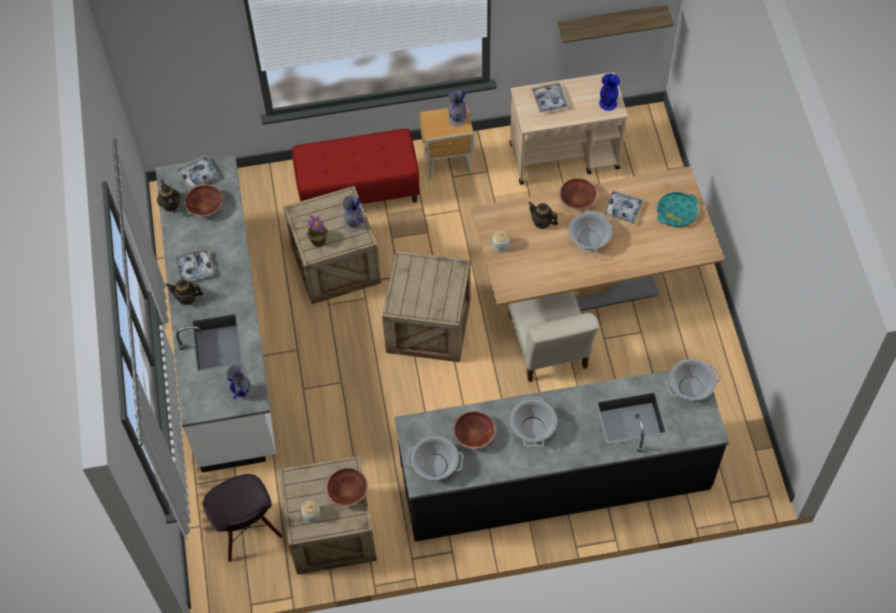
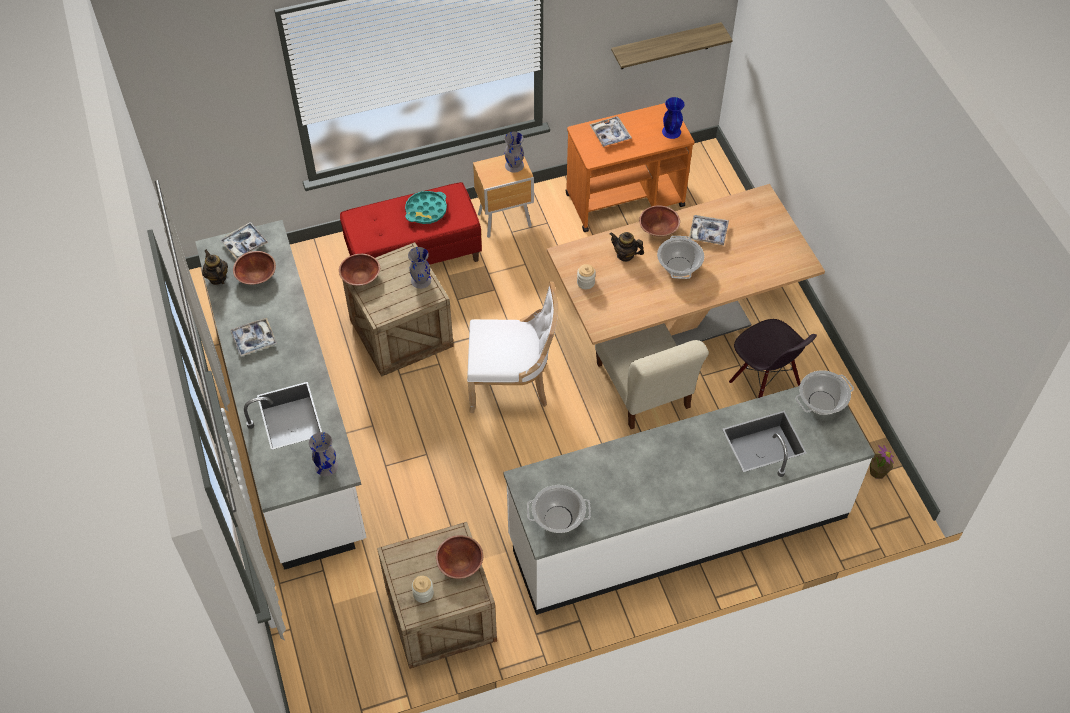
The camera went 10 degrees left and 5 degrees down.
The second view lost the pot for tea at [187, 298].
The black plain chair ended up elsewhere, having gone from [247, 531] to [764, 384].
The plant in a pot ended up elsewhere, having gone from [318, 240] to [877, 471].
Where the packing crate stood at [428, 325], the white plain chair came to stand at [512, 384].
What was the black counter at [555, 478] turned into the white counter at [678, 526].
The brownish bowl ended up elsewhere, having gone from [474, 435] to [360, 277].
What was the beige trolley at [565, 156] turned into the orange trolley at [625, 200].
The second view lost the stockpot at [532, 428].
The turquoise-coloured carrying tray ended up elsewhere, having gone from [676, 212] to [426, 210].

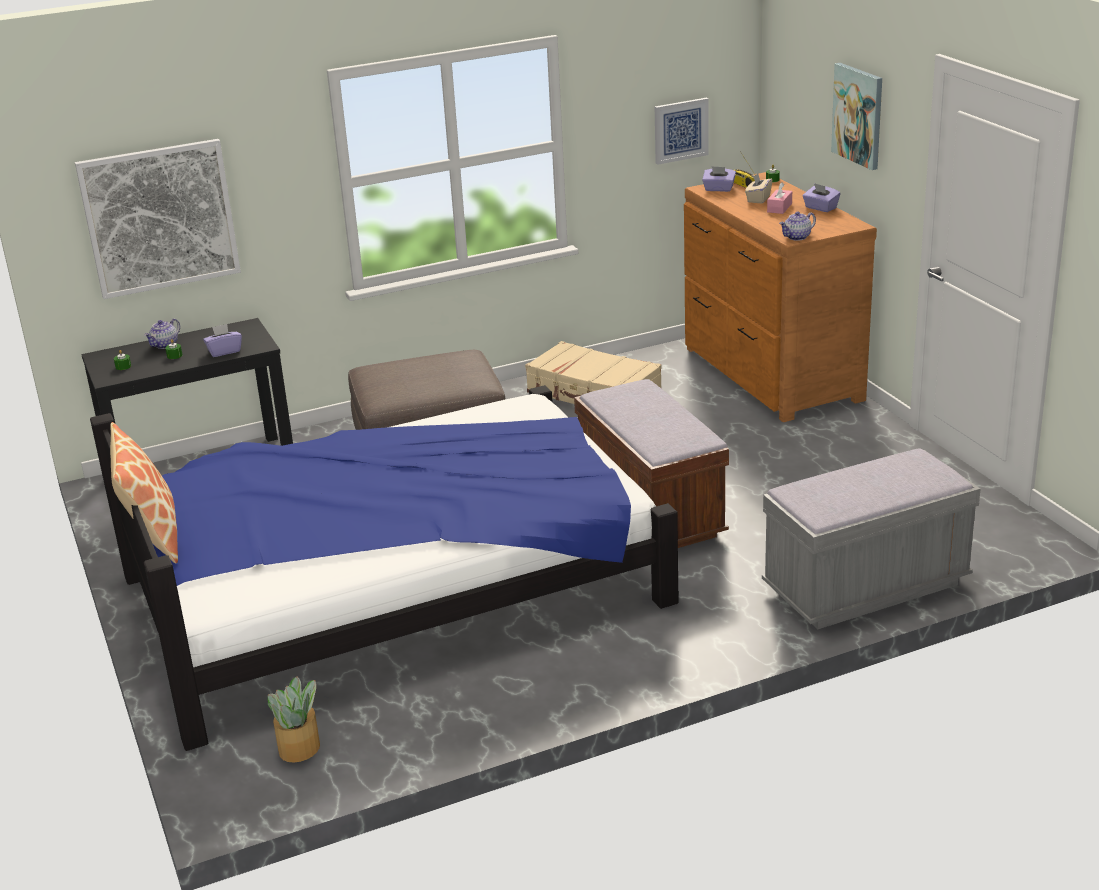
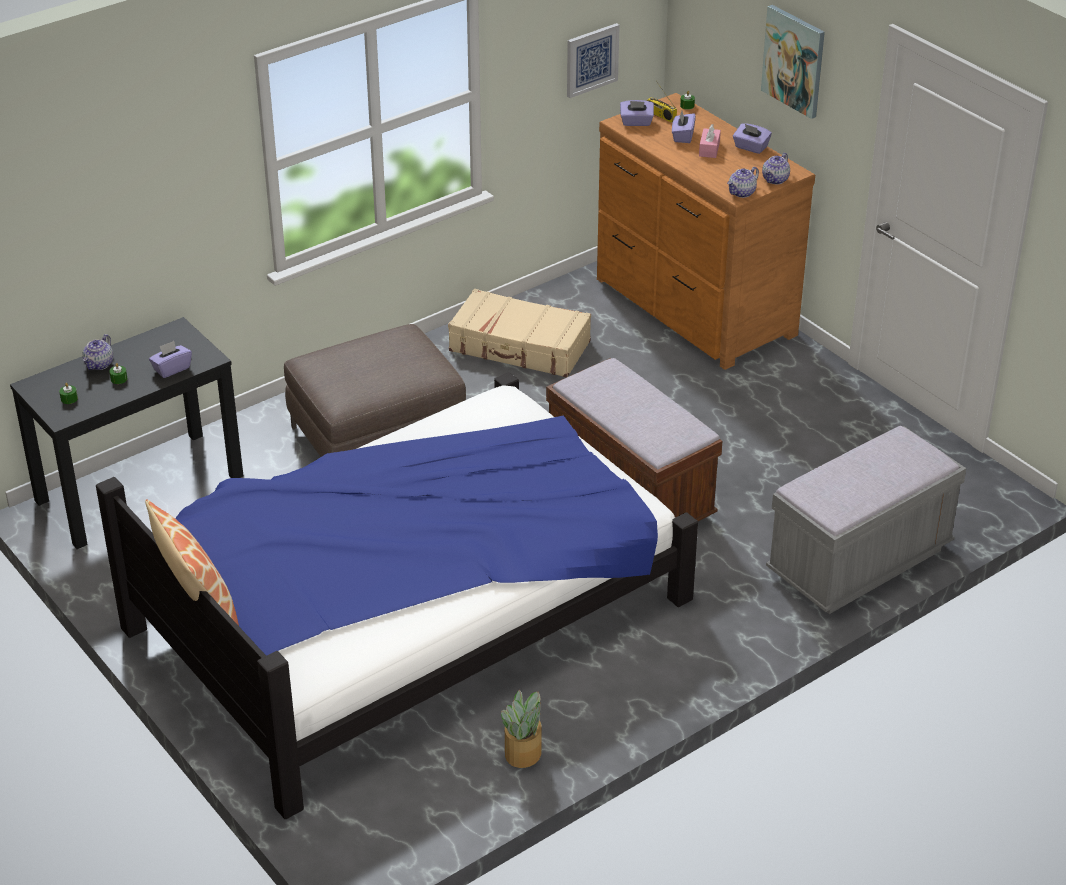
The camera went 15 degrees left and 10 degrees up.
The second view lost the wall art at [160, 218].
The plant in a pot ended up elsewhere, having gone from [300, 748] to [524, 752].
What was the beige tissue box at [758, 199] turned into the purplish tissue box at [682, 136].
The second view gained the pot for tea at [775, 180].

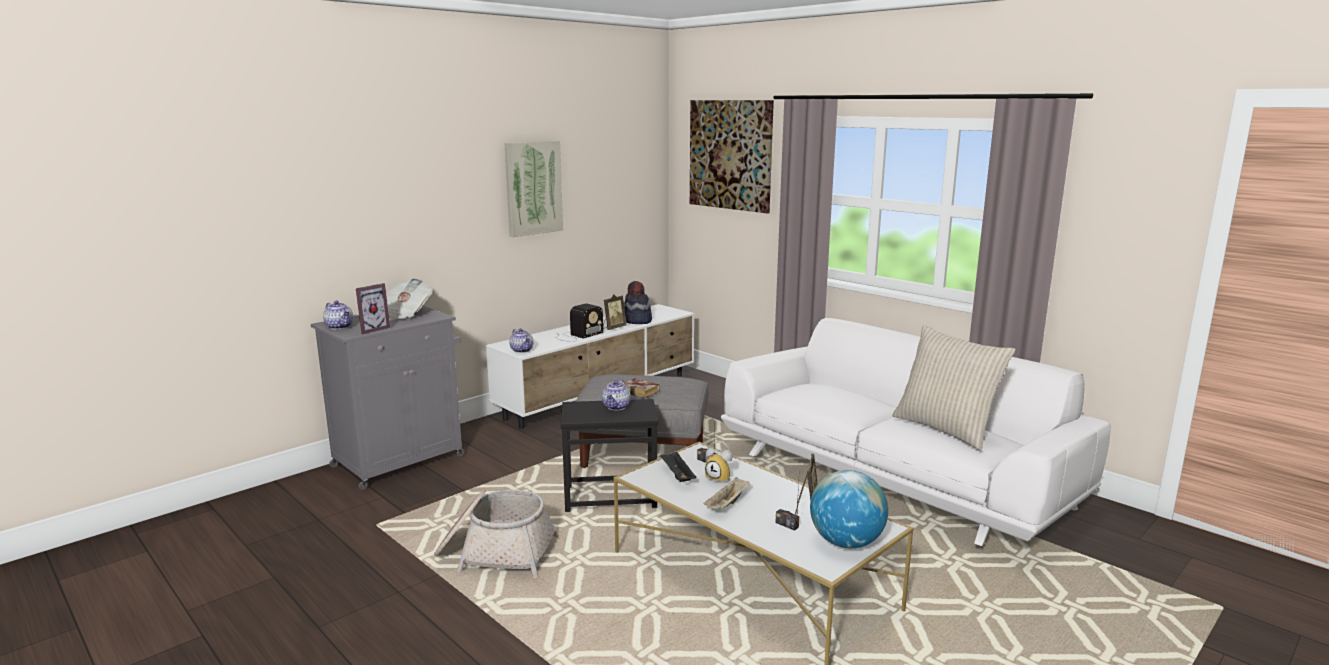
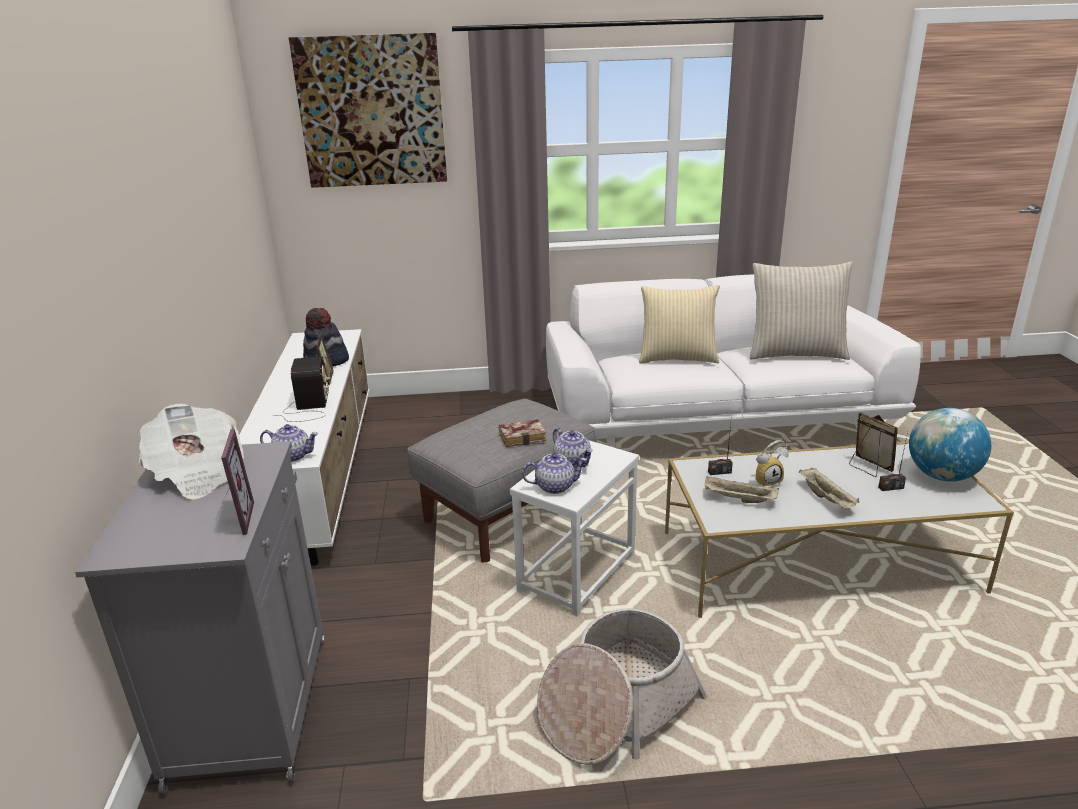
The camera went 50 degrees left and 10 degrees up.
The pot for tea ended up elsewhere, having gone from [340, 327] to [555, 486].
The second view lost the wall art at [533, 188].
What was the black side table at [610, 497] turned into the white side table at [576, 572].
What was the black carrying tray at [677, 475] turned into the beige carrying tray at [738, 499].
The second view gained the pillow at [677, 358].

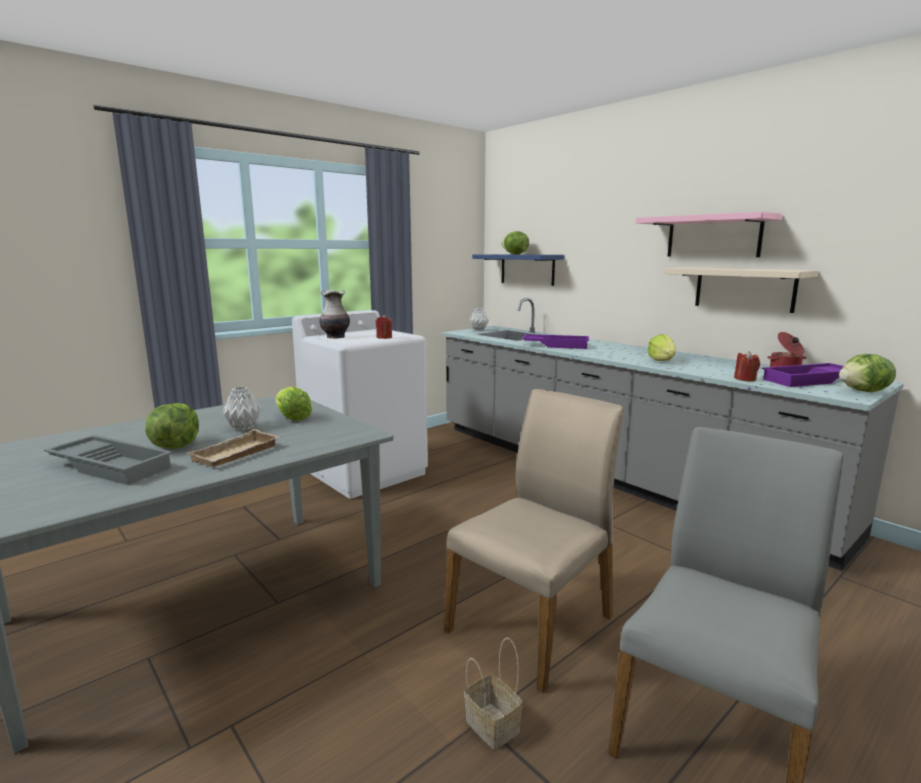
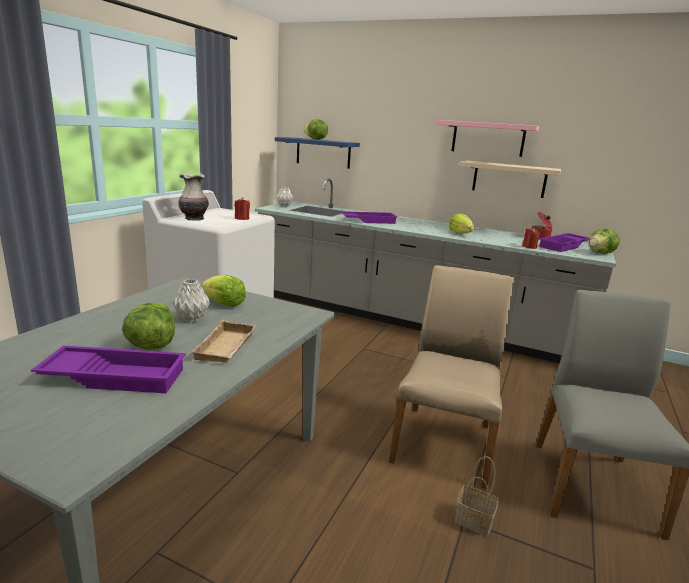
The camera went 25 degrees left and 5 degrees up.
What was the grey carrying tray at [113, 466] turned into the purplish carrying tray at [116, 376].

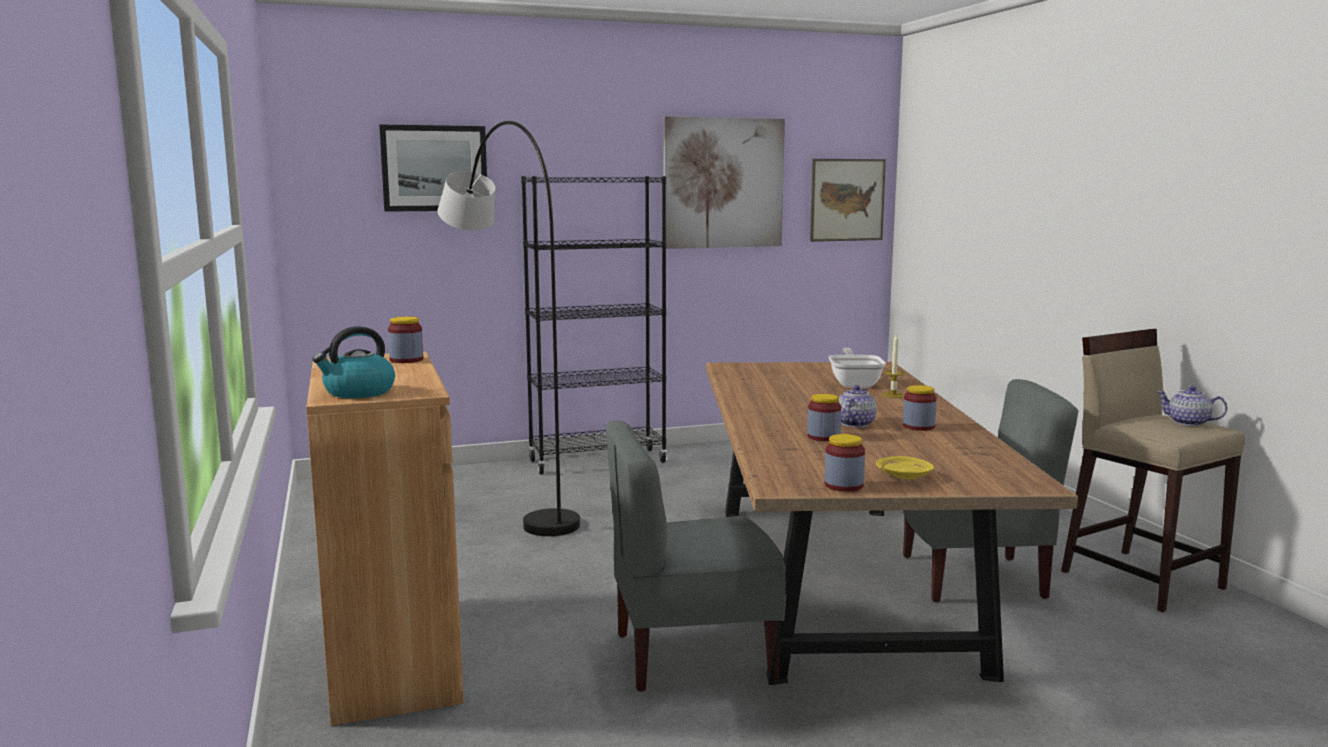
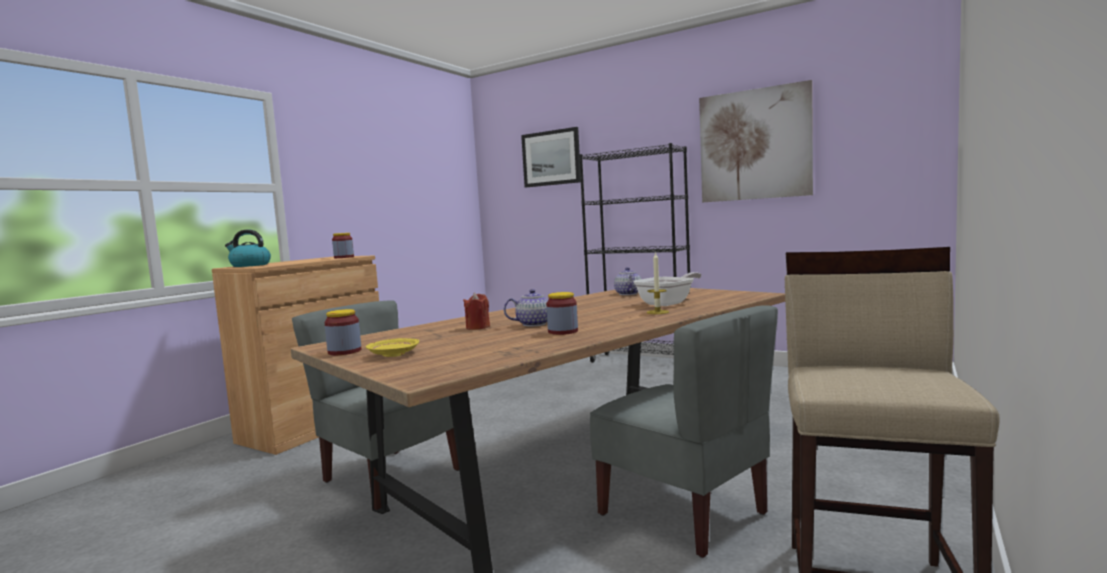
The camera went 50 degrees right and 5 degrees down.
The second view lost the grey standard lamp at [508, 496].
Where the storage jar stood at [823, 437], the reddish wax light came to stand at [478, 327].
The second view lost the wall art at [847, 200].
The pot for tea ended up elsewhere, having gone from [1189, 423] to [628, 294].

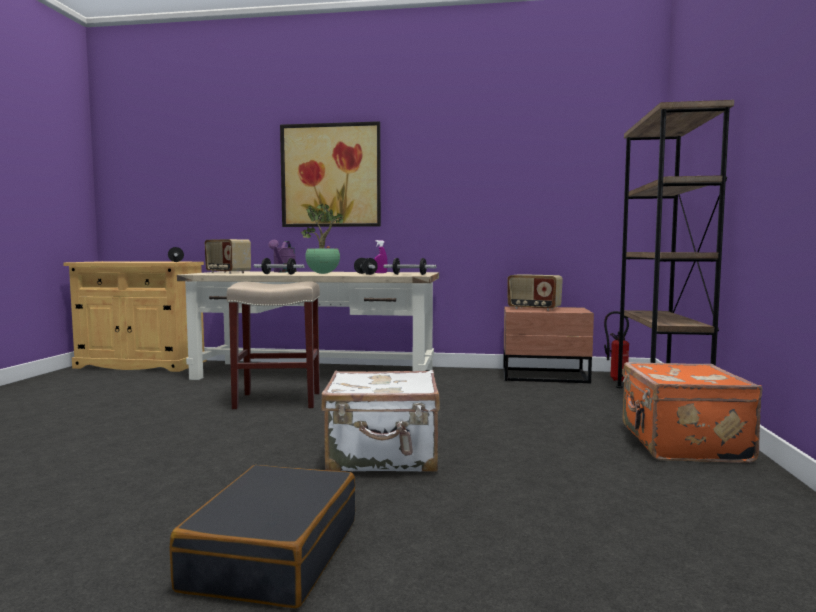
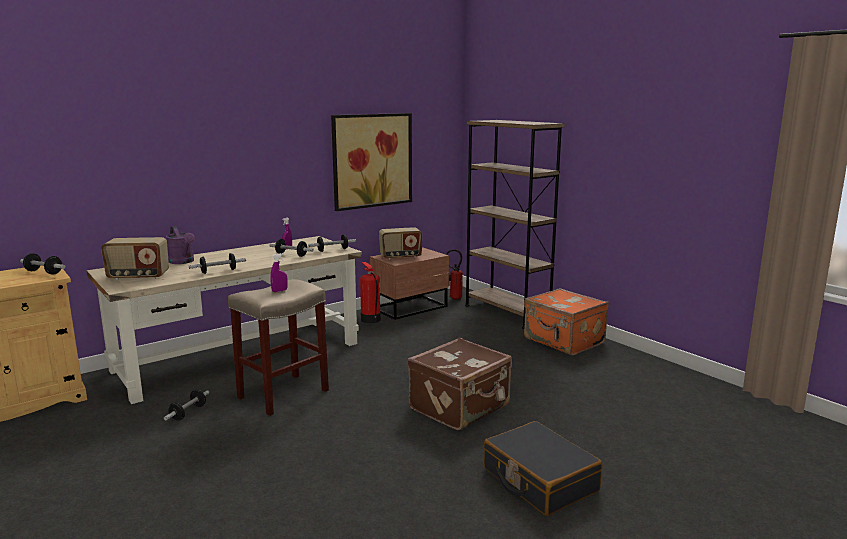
The camera went 45 degrees left and 10 degrees up.
The wall art ended up elsewhere, having gone from [331, 175] to [372, 160].
The second view lost the plant in a pot at [324, 273].
What was the white piece of luggage at [383, 457] turned into the brownish piece of luggage at [461, 407].
The second view gained the dumbbell at [188, 413].
The second view gained the purplish sprayer at [279, 291].
The second view gained the fire-fighting cylinder at [370, 319].

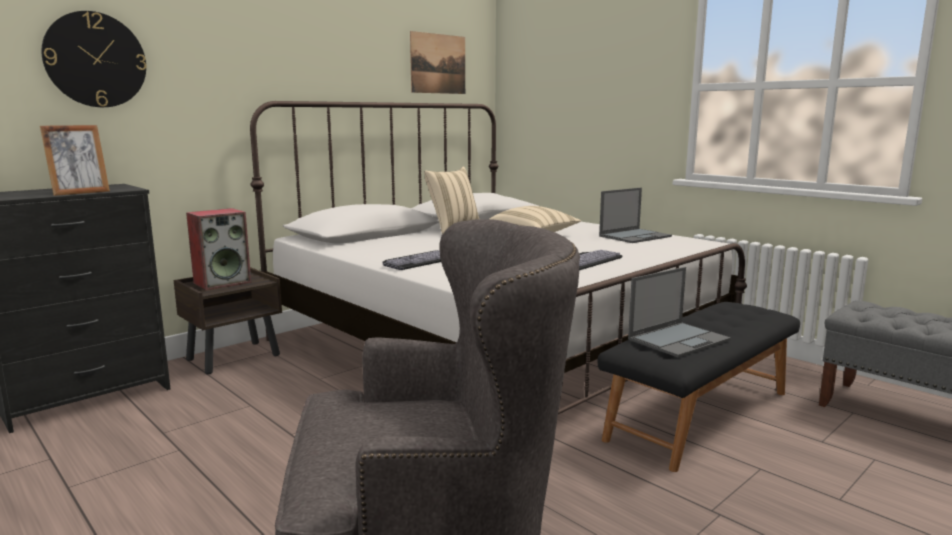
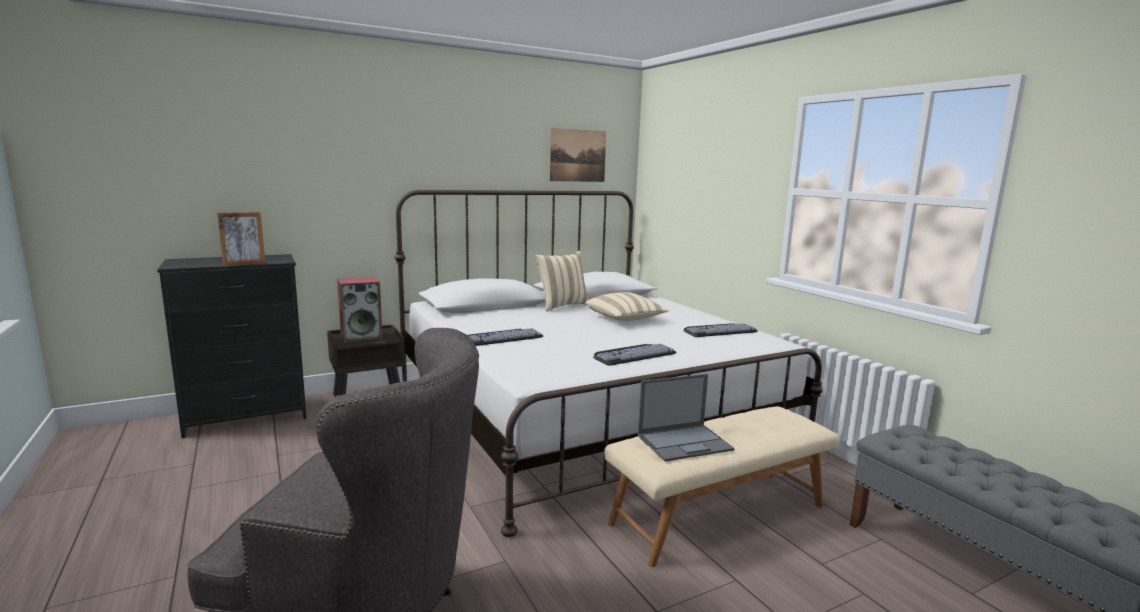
The camera went 15 degrees right and 0 degrees up.
The second view lost the wall clock at [95, 60].
What was the black long seat at [698, 414] turned into the beige long seat at [718, 513].
Where the laptop stood at [635, 236], the computer keyboard came to stand at [718, 330].

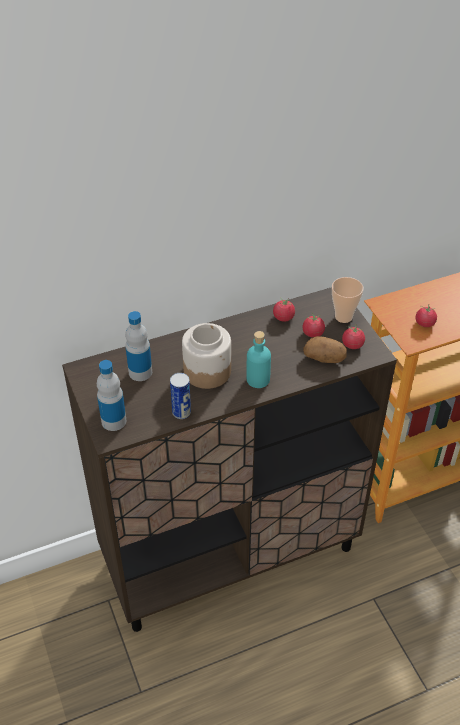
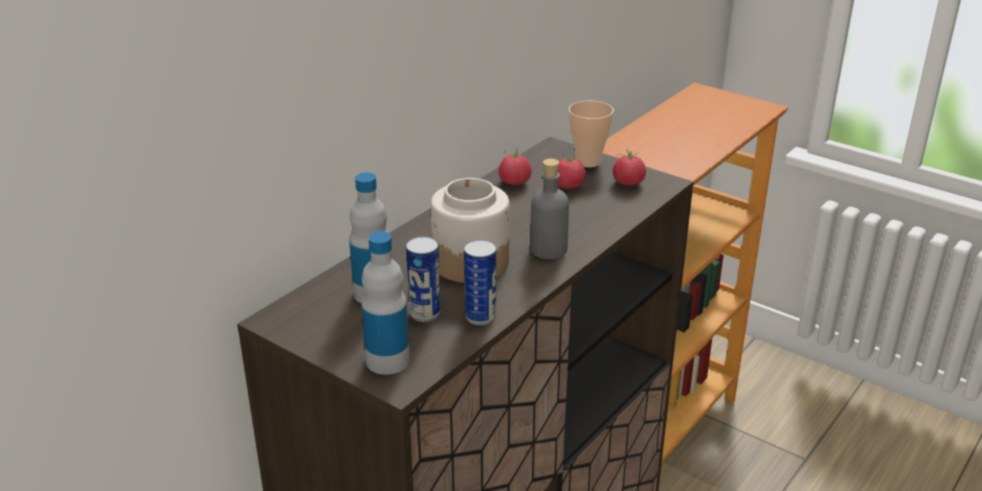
The camera went 30 degrees left and 15 degrees down.
What was the turquoise-coloured beverage bottle at [258, 379] turned into the grey beverage bottle at [548, 250].
The second view lost the whole potato at [324, 358].
The second view lost the tomato at [424, 323].
The second view gained the metal can at [425, 313].

